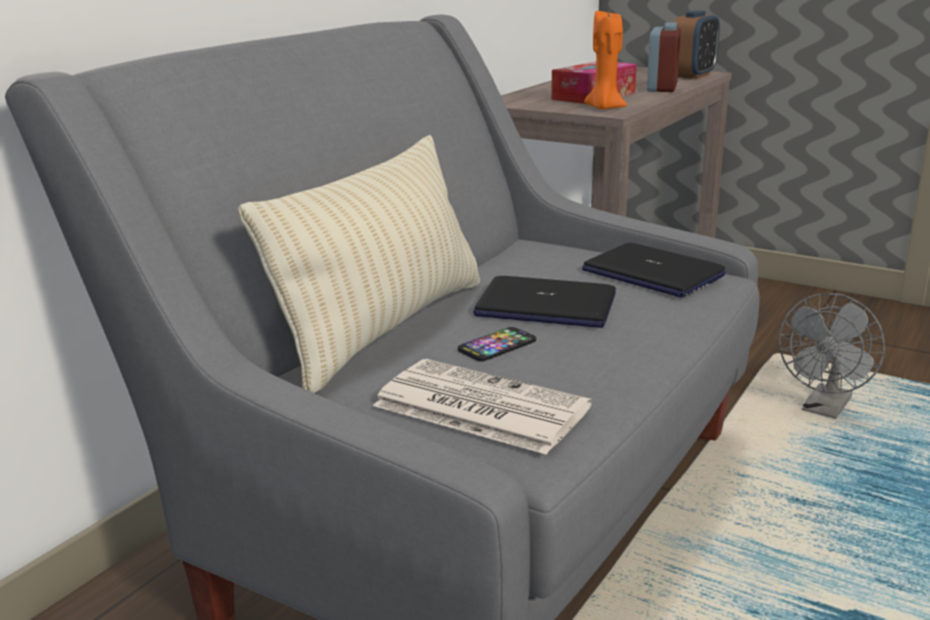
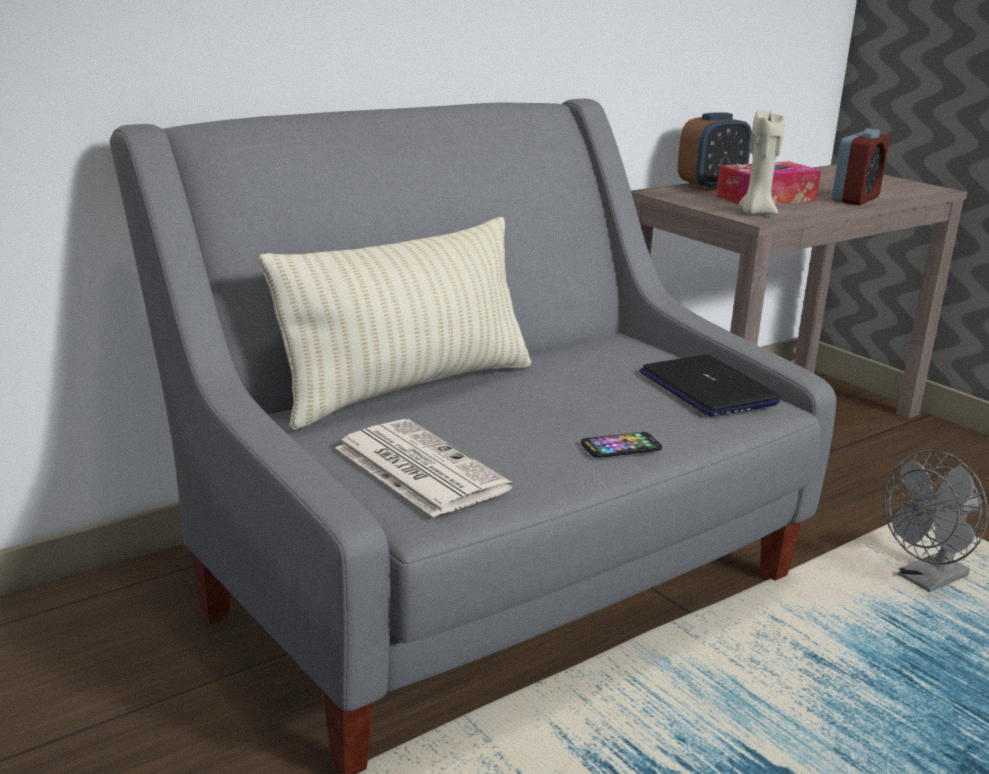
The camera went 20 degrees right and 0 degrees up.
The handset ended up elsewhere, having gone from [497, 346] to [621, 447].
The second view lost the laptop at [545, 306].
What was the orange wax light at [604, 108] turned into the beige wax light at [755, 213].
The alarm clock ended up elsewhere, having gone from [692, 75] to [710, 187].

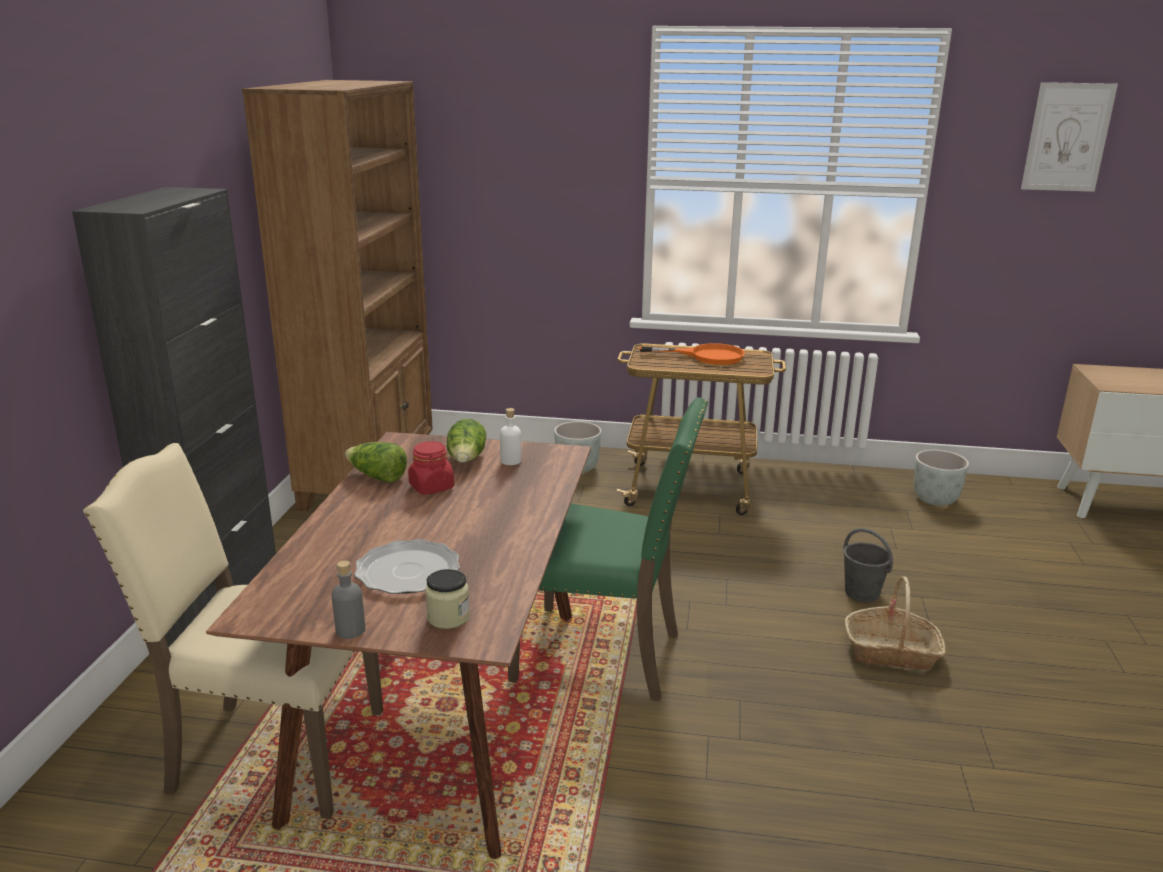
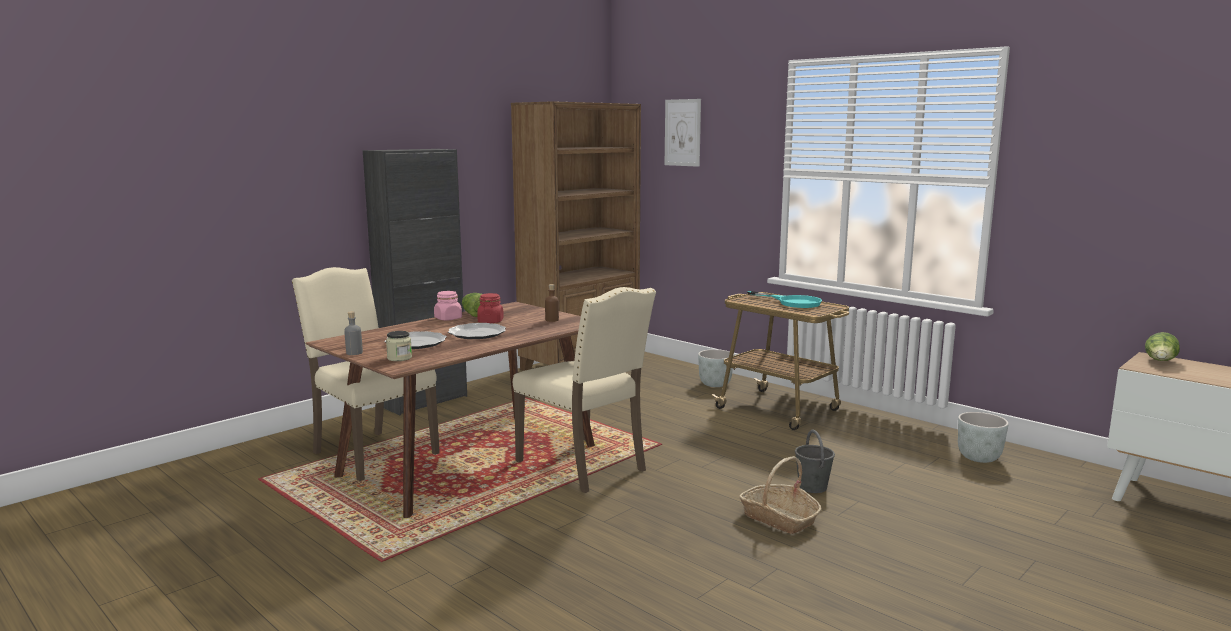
The camera went 35 degrees right and 10 degrees down.
The lettuce head ended up elsewhere, having gone from [467, 460] to [1160, 362].
What was the white beverage bottle at [510, 461] turned into the brownish beverage bottle at [552, 320].
What was the green plain chair at [602, 655] turned into the beige plain chair at [585, 466].
What was the orange frying pan at [706, 356] turned into the turquoise-coloured frying pan at [792, 302].
The wall art ended up elsewhere, having gone from [1067, 137] to [682, 132].
The second view gained the pink storage jar at [448, 318].
The second view gained the dinner plate at [477, 333].

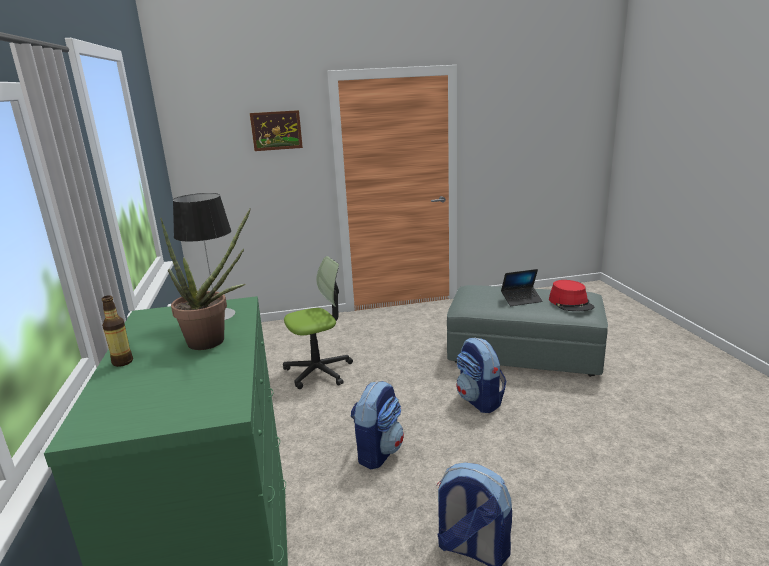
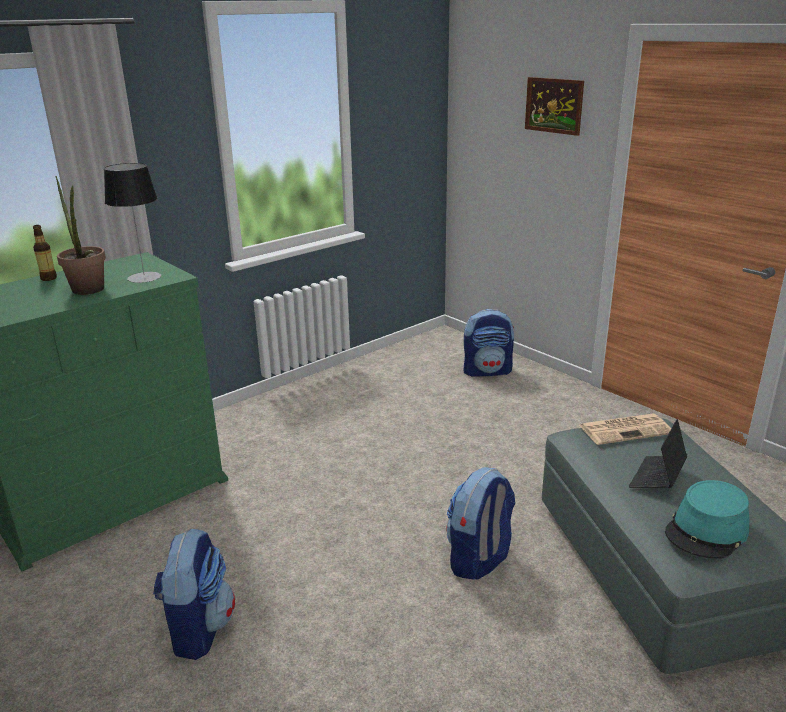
The camera went 60 degrees right and 5 degrees up.
The second view lost the computer chair at [319, 371].
The rucksack ended up elsewhere, having gone from [378, 451] to [487, 371].
The laptop at [521, 300] ended up facing another way, 75 degrees clockwise from before.
What was the reddish wearable hat at [571, 303] turned into the turquoise-coloured wearable hat at [707, 531].
The second view gained the printed paper at [626, 429].

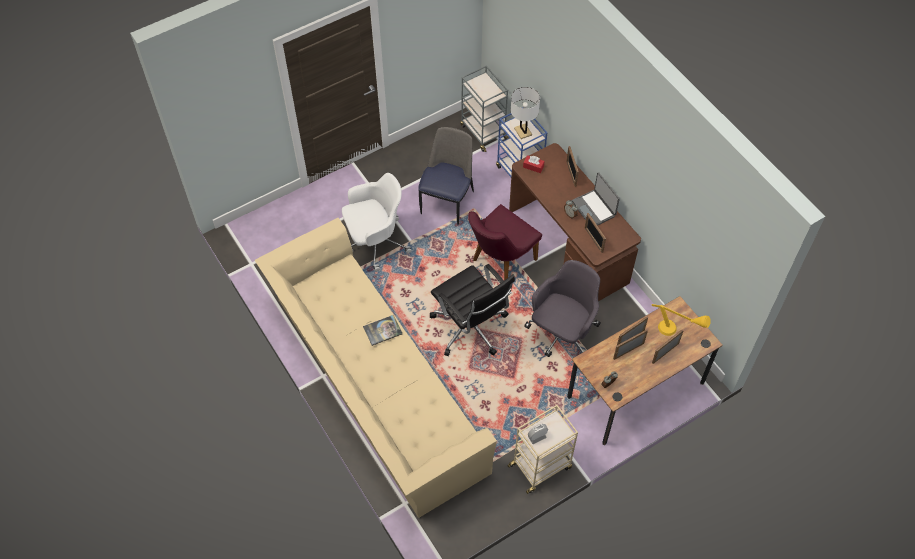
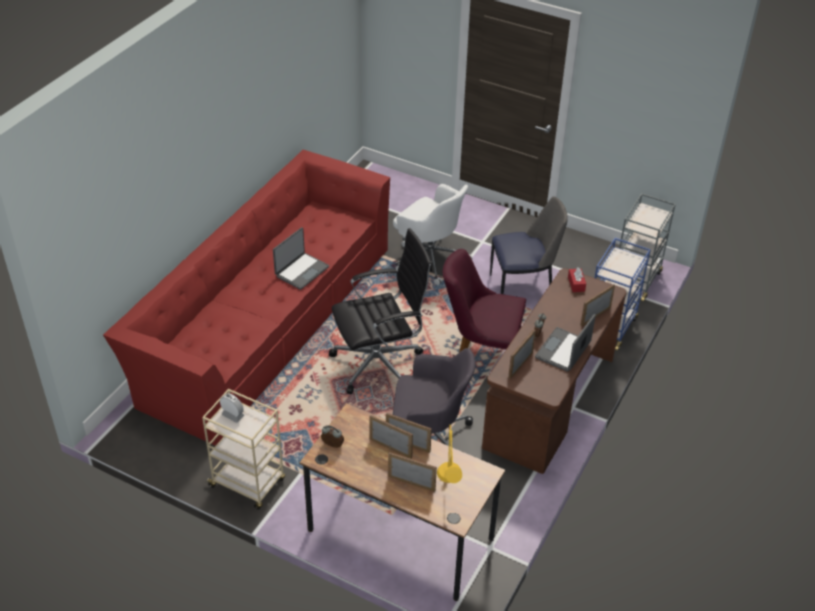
The camera went 60 degrees right and 15 degrees down.
What was the beige settee at [375, 386] turned into the reddish settee at [265, 320].
Where the book stood at [382, 330], the laptop came to stand at [301, 271].
The black computer chair at [471, 329] ended up facing another way, 135 degrees counterclockwise from before.
The second view lost the white tabletop lamp at [523, 131].

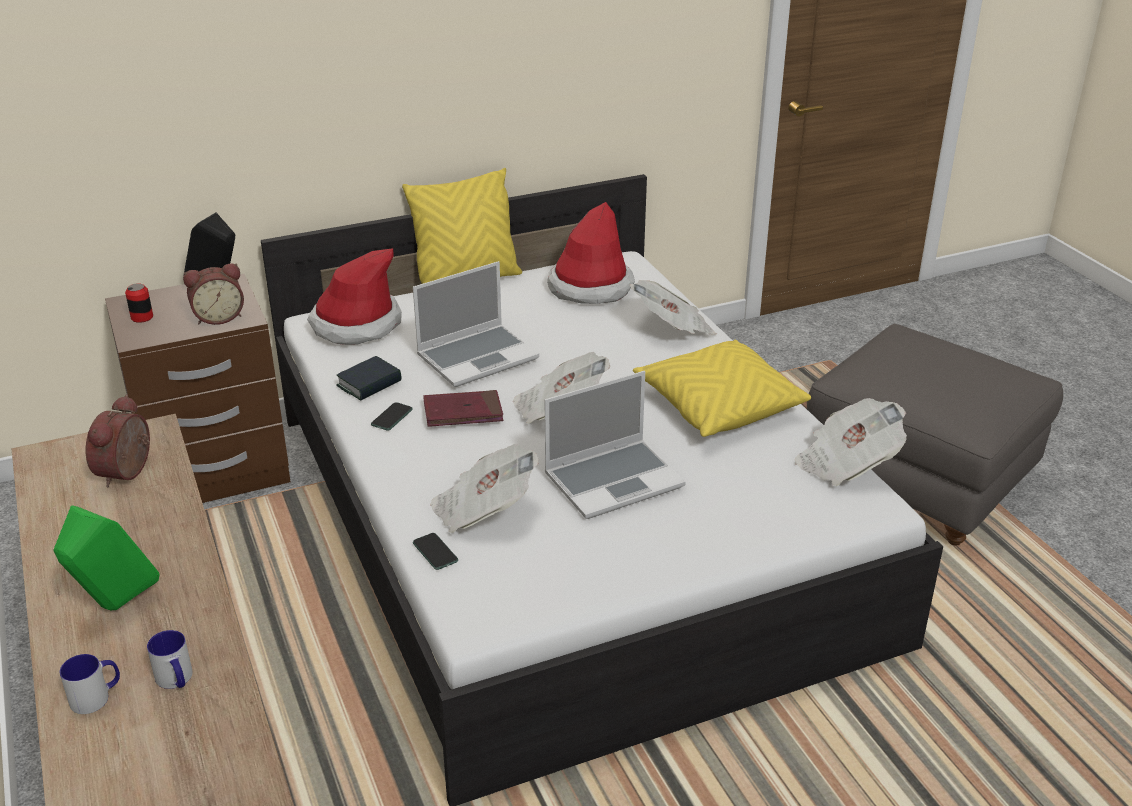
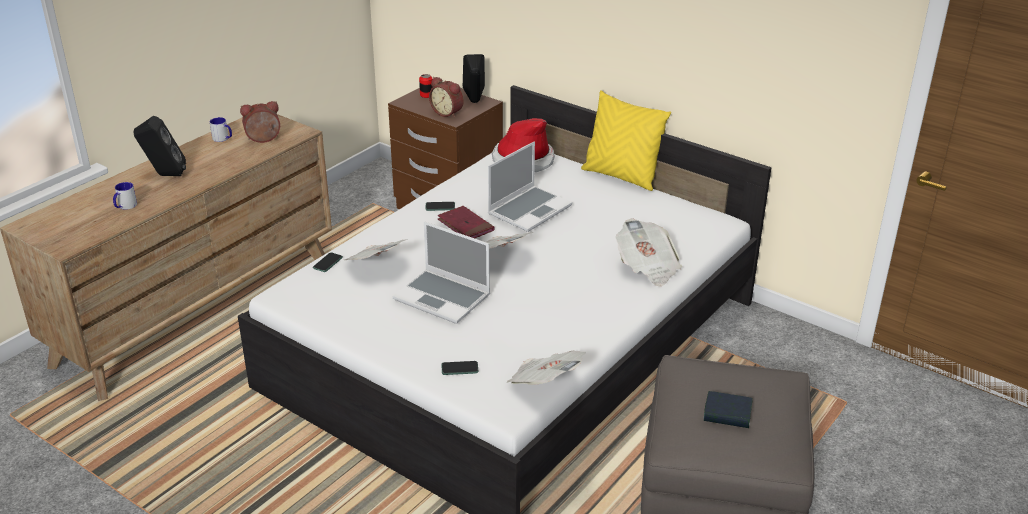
The camera went 60 degrees right and 0 degrees up.
What was the green audio speaker at [115, 607] turned into the black audio speaker at [164, 175].
The tea mug ended up elsewhere, having gone from [97, 697] to [223, 139].
The book ended up elsewhere, having gone from [369, 384] to [727, 414].
The laptop at [478, 356] ended up facing another way, 75 degrees counterclockwise from before.
The second view lost the wearable hat at [590, 287].
The second view lost the yellow pillow at [718, 406].
The second view gained the handset at [459, 368].

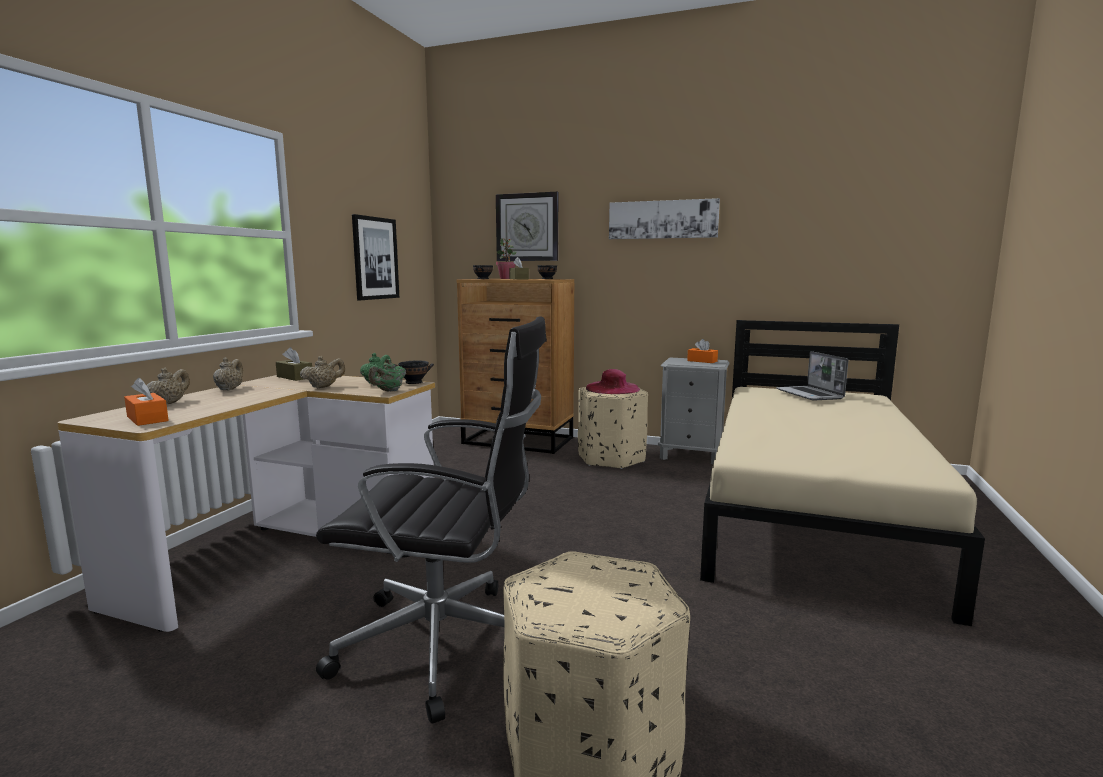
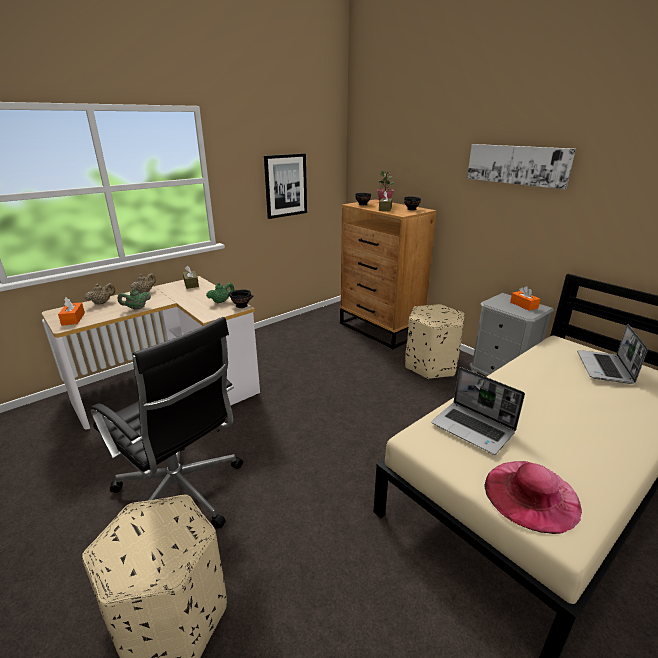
The camera went 30 degrees right and 15 degrees up.
The second view lost the beige pot for tea at [323, 387].
The green pot for tea ended up elsewhere, having gone from [389, 391] to [136, 308].
The second view lost the wall clock at [527, 227].
The pink wearable hat ended up elsewhere, having gone from [612, 388] to [531, 494].
The second view gained the laptop at [473, 428].

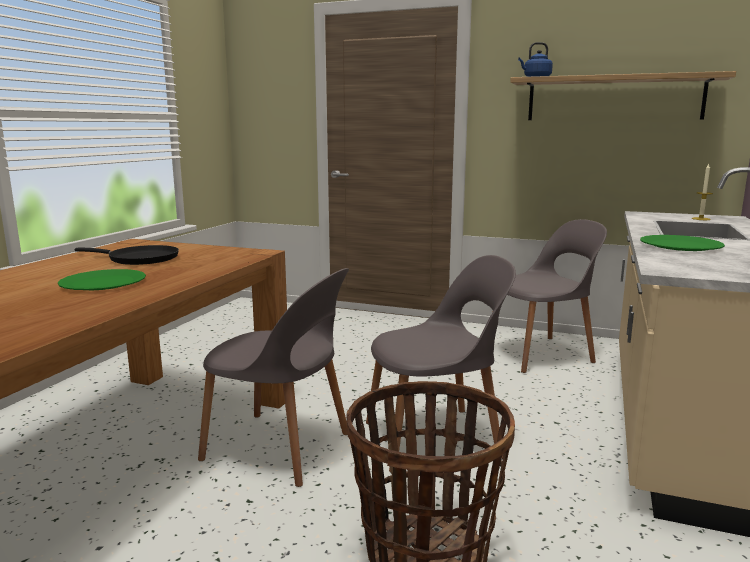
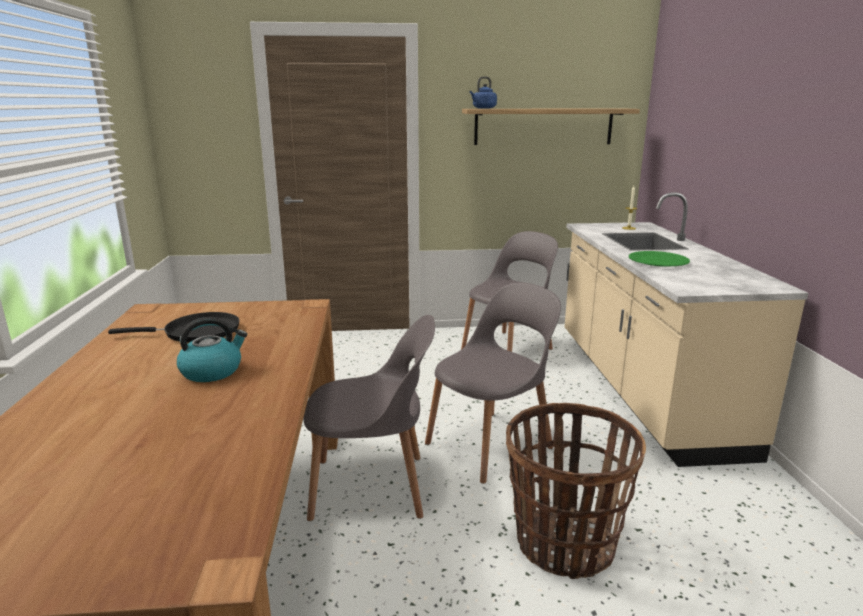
The camera went 25 degrees left and 5 degrees up.
Where the green dinner plate stood at [103, 282], the tea kettle came to stand at [212, 371].

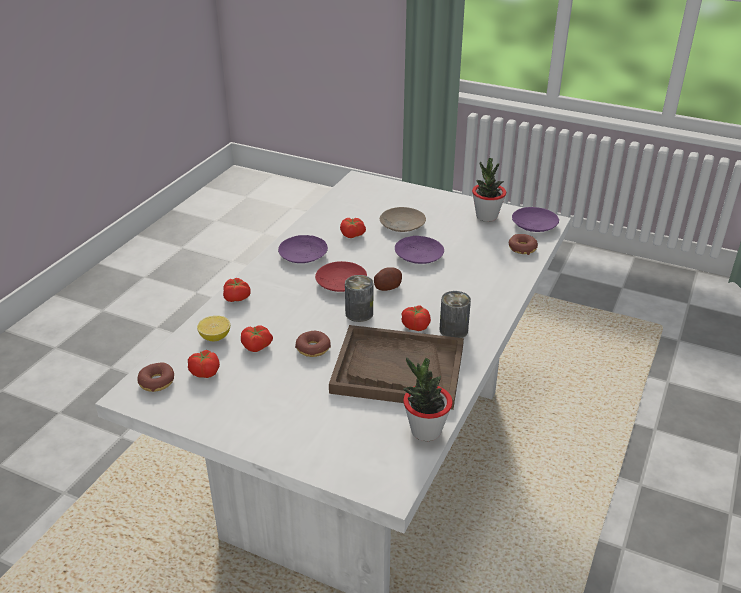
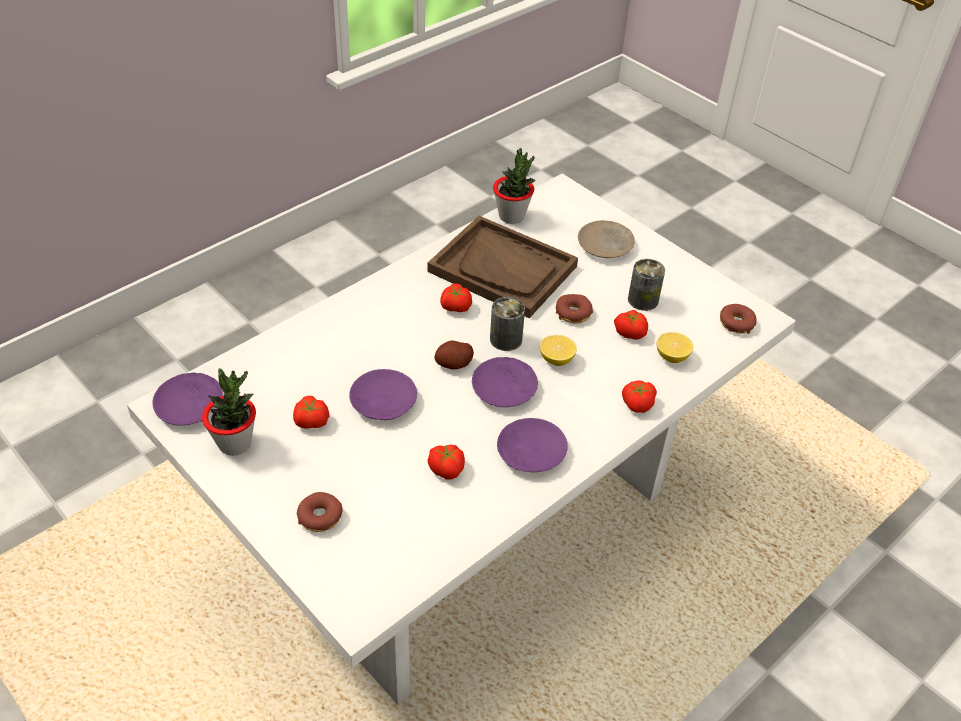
The camera went 160 degrees left and 10 degrees up.
The tomato ended up elsewhere, having gone from [205, 371] to [311, 421].
What was the reddish dinner plate at [341, 283] turned into the purplish dinner plate at [504, 388].
The beige dinner plate ended up elsewhere, having gone from [402, 225] to [605, 245].
The metal can ended up elsewhere, having gone from [453, 330] to [643, 300].
The doughnut ended up elsewhere, having gone from [522, 248] to [320, 517].
The second view gained the whole lemon at [556, 359].

